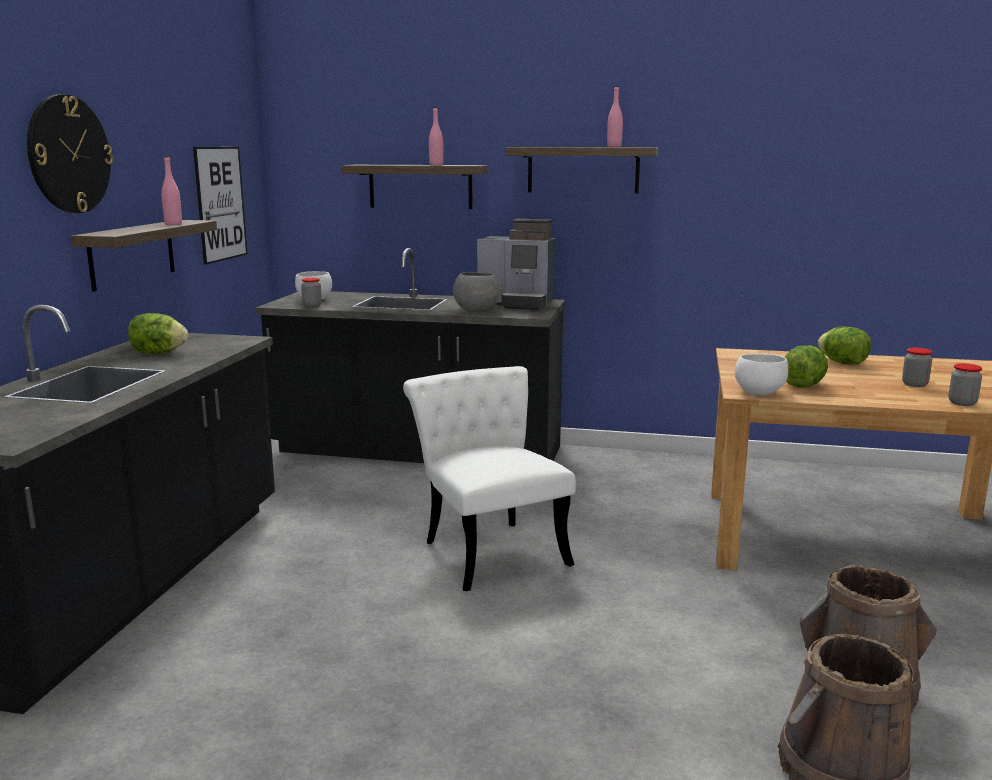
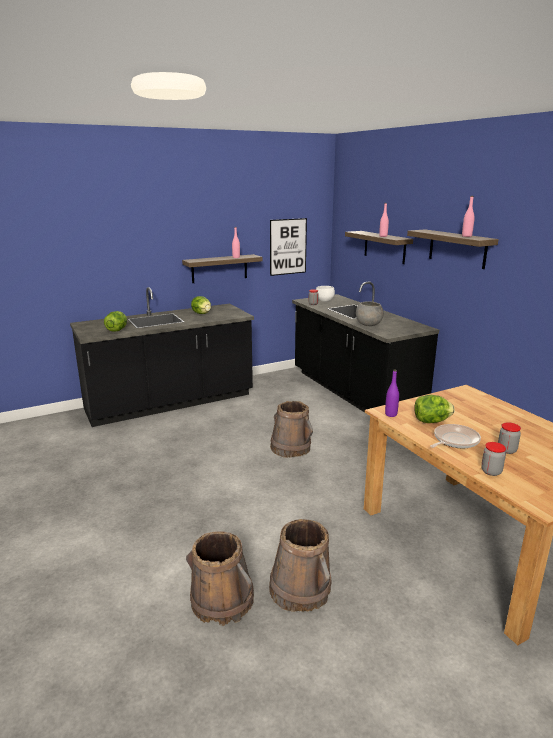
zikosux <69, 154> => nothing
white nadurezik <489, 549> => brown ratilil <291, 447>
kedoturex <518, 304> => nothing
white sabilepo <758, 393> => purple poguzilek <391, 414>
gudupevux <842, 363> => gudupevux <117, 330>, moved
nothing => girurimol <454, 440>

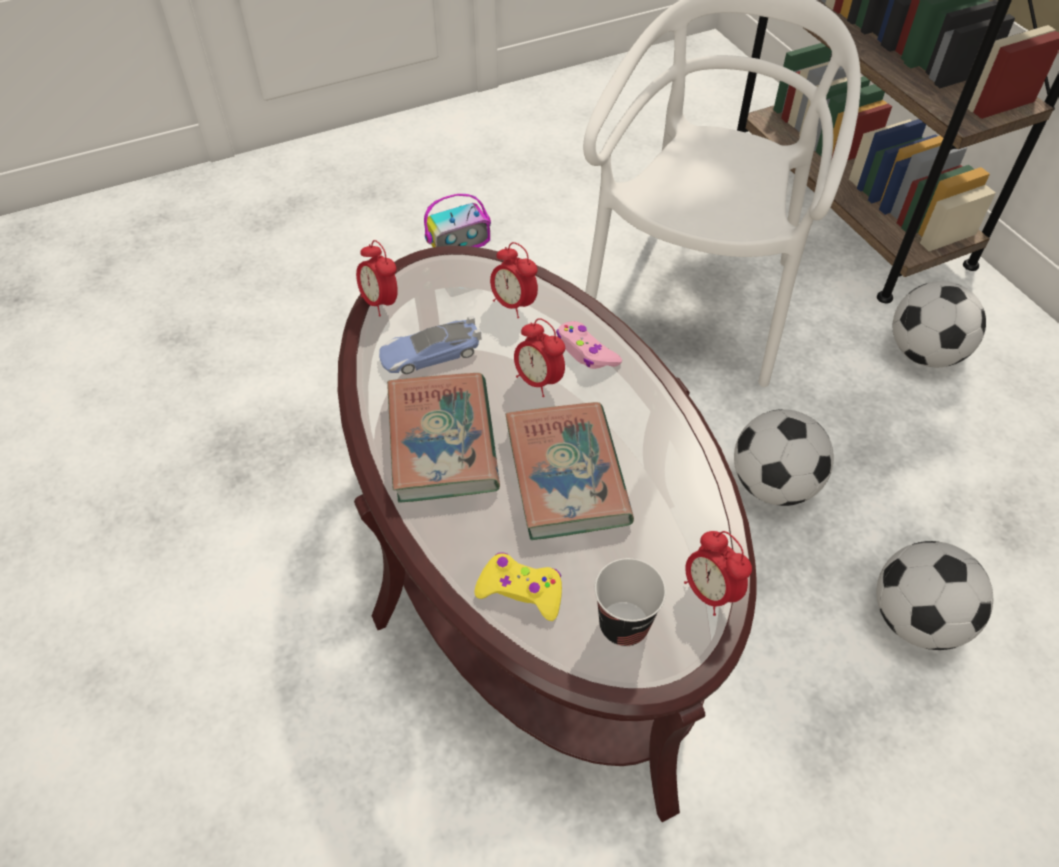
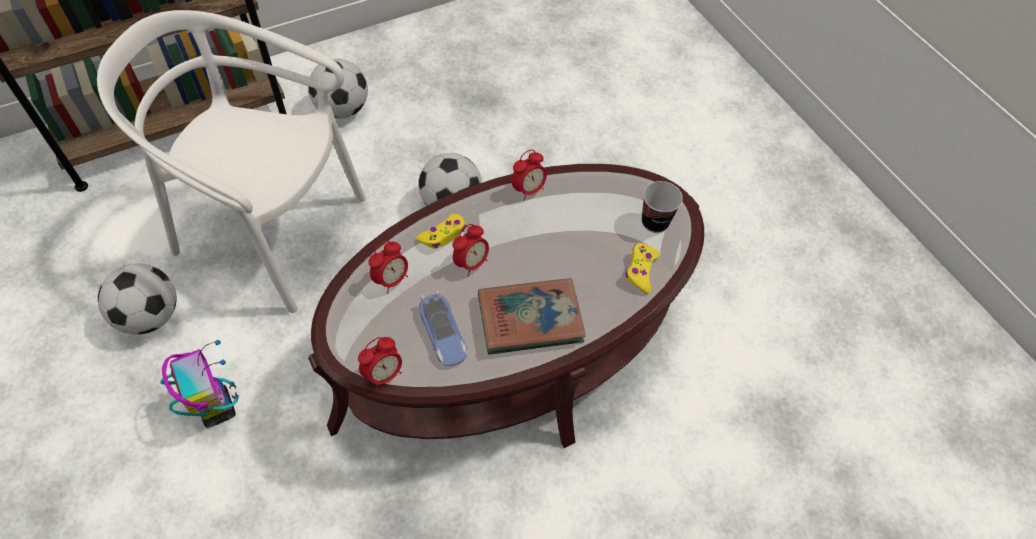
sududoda <566, 475> => nothing
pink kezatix <586, 352> => yellow kezatix <443, 235>
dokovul <710, 592> => dokovul <528, 190>, moved
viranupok <916, 620> => viranupok <150, 316>, moved

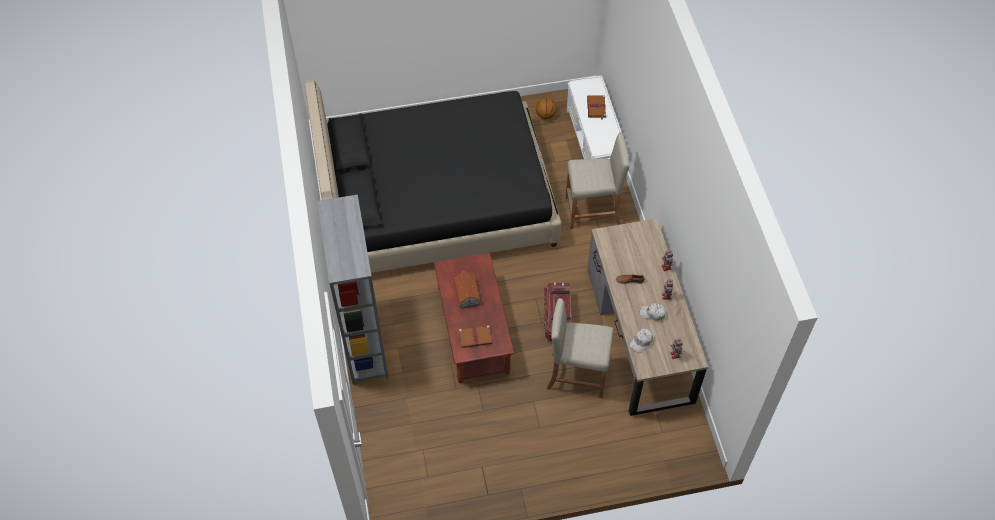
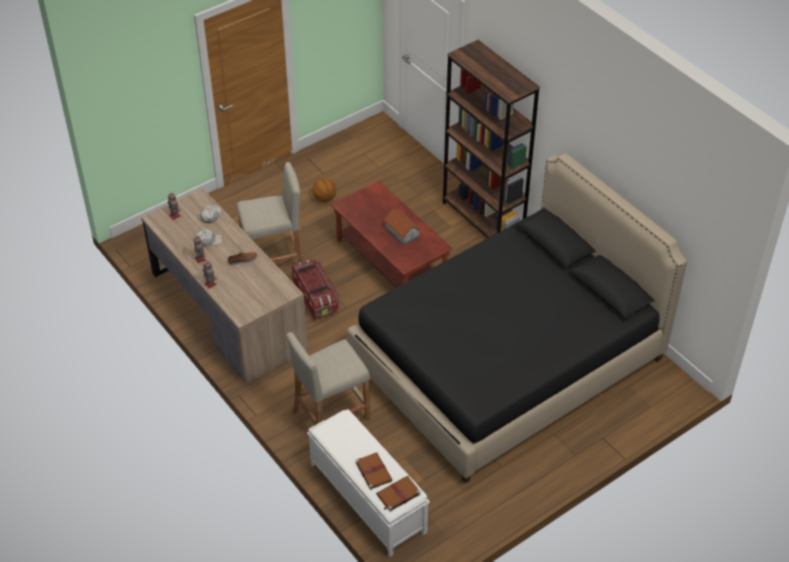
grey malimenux <364, 343> => brown malimenux <483, 219>
brown sududoda <476, 337> => brown sududoda <398, 495>, moved
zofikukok <545, 115> => zofikukok <324, 198>, moved

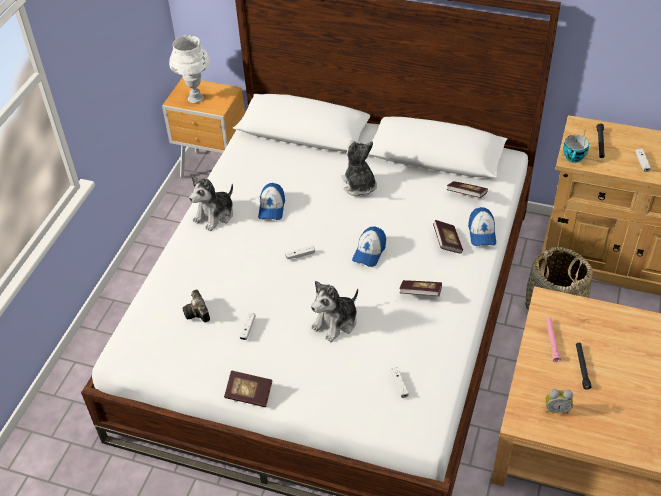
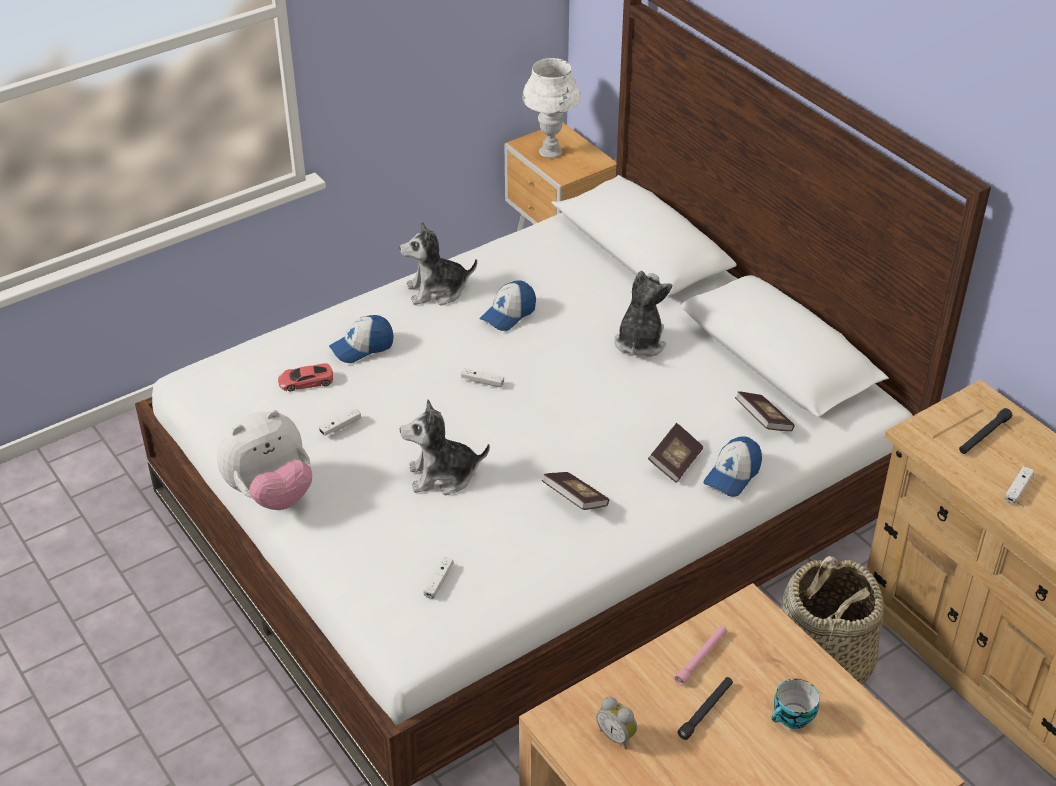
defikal <198, 313> => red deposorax <306, 381>
sududoda <249, 394> => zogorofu <271, 494>
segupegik <369, 252> => segupegik <362, 347>, moved
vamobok <574, 158> => vamobok <792, 718>, moved

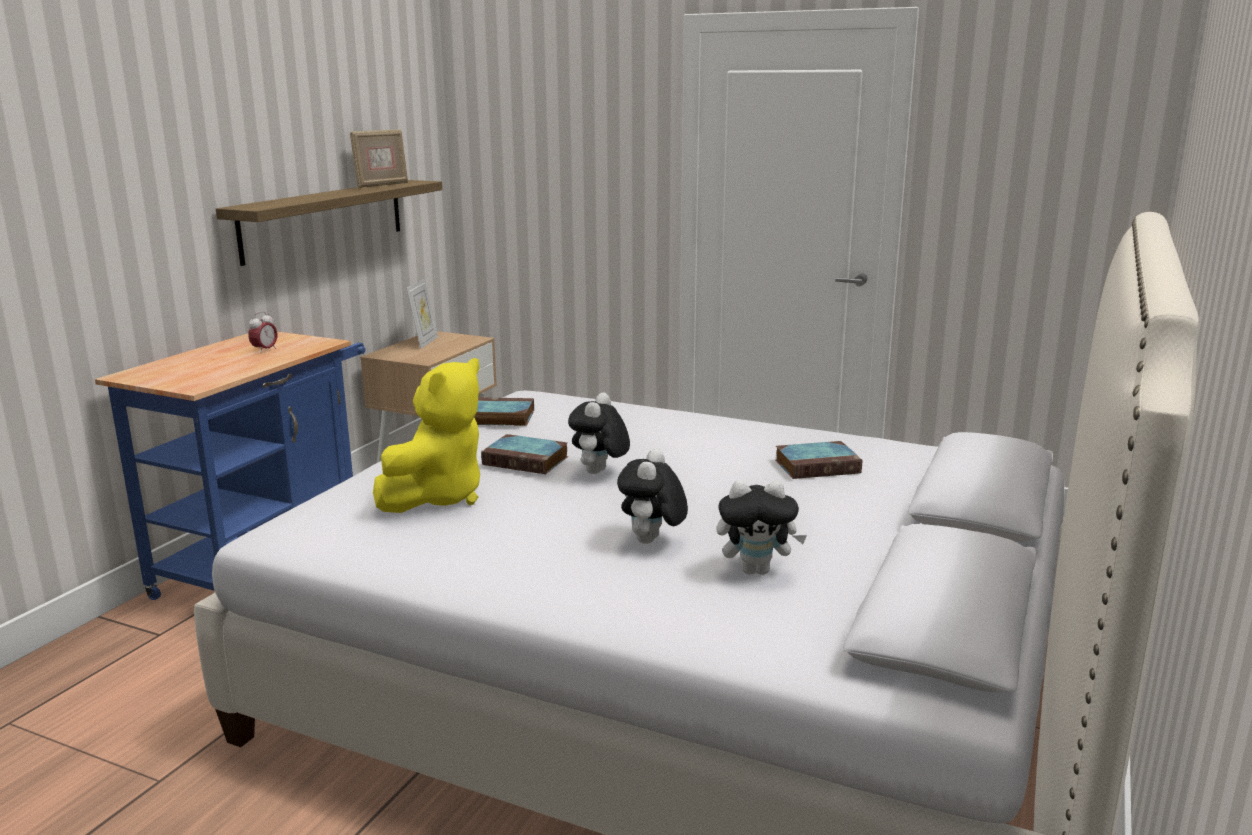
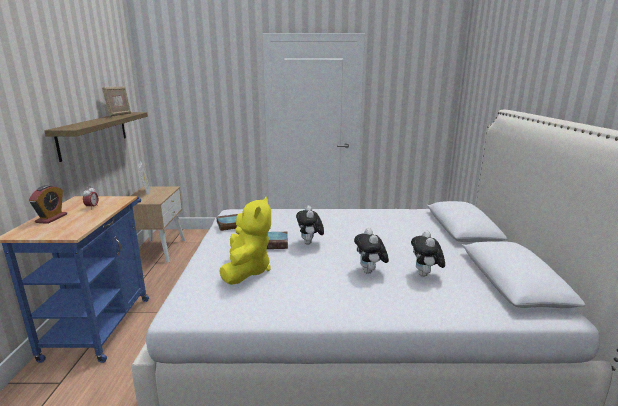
zogorofu <757, 570> => zogorofu <425, 275>, 120 degrees clockwise
sududoda <818, 466> => nothing
nothing => dokovul <51, 218>

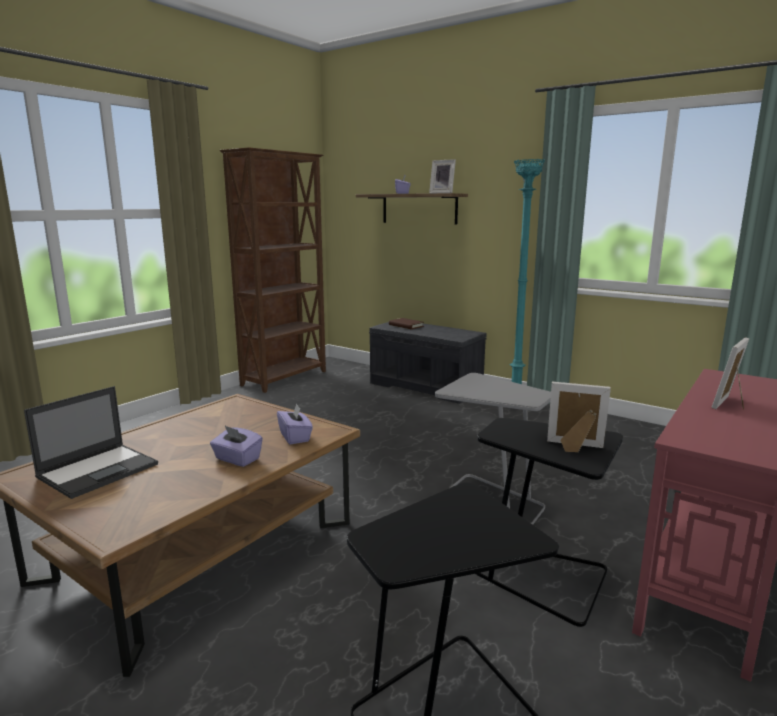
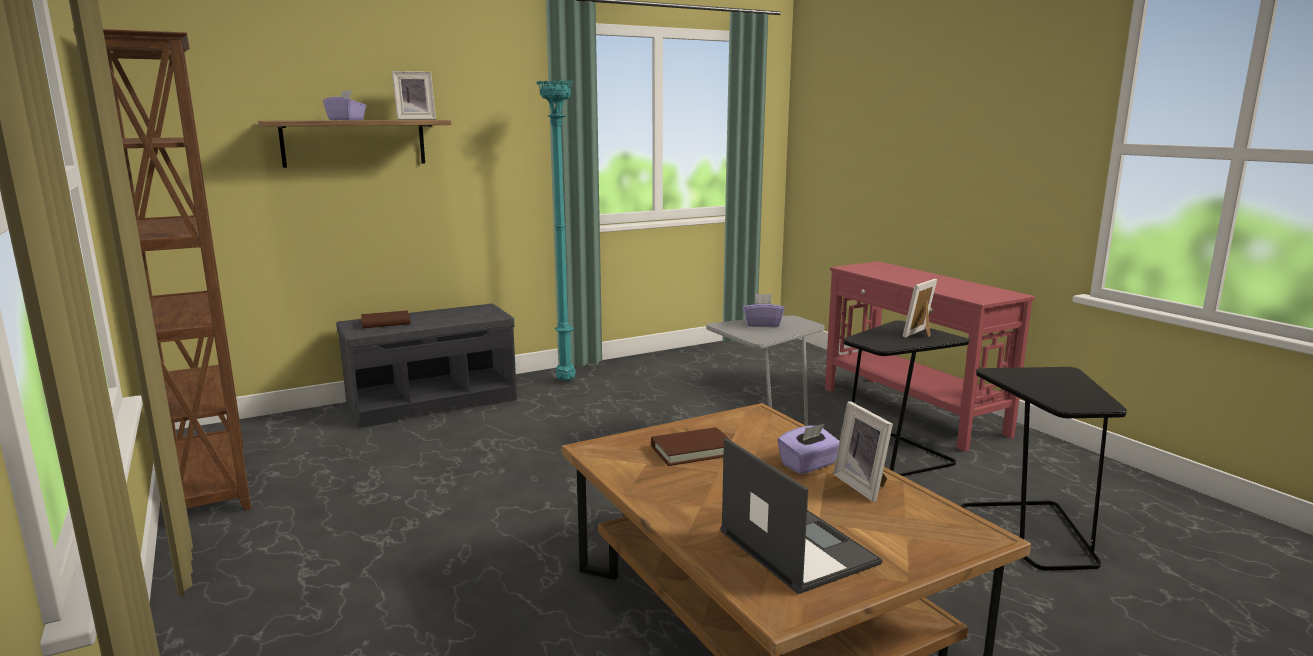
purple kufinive <295, 437> => purple kufinive <762, 324>, moved
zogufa <731, 404> => zogufa <864, 485>, moved
nothing => brown sududoda <692, 450>

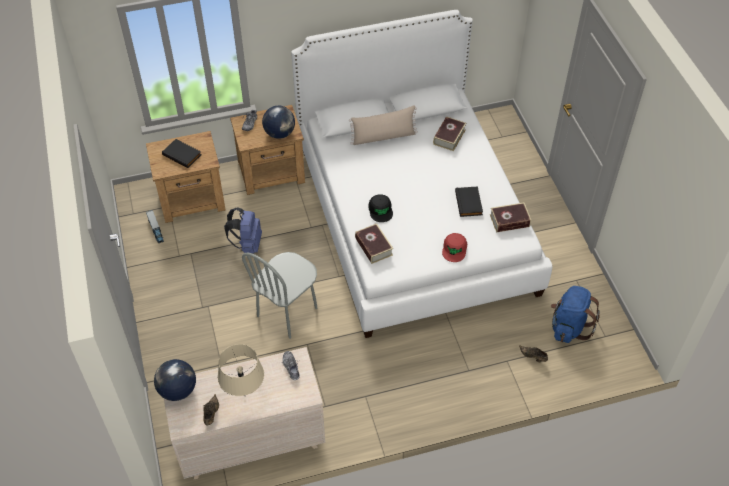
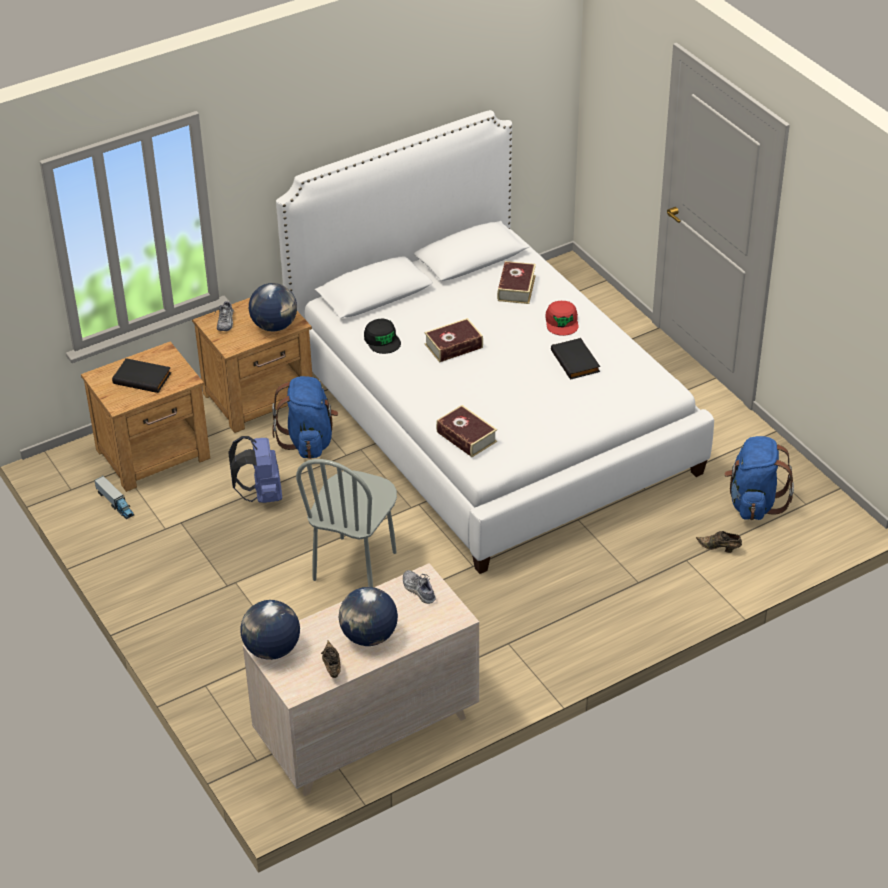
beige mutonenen <244, 396> => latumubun <369, 636>
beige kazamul <383, 137> => nothing
black segupegik <380, 210> => black segupegik <382, 340>, moved
red segupegik <454, 249> => red segupegik <562, 322>, moved
sududoda <509, 221> => sududoda <453, 346>, moved
nothing => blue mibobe <308, 441>

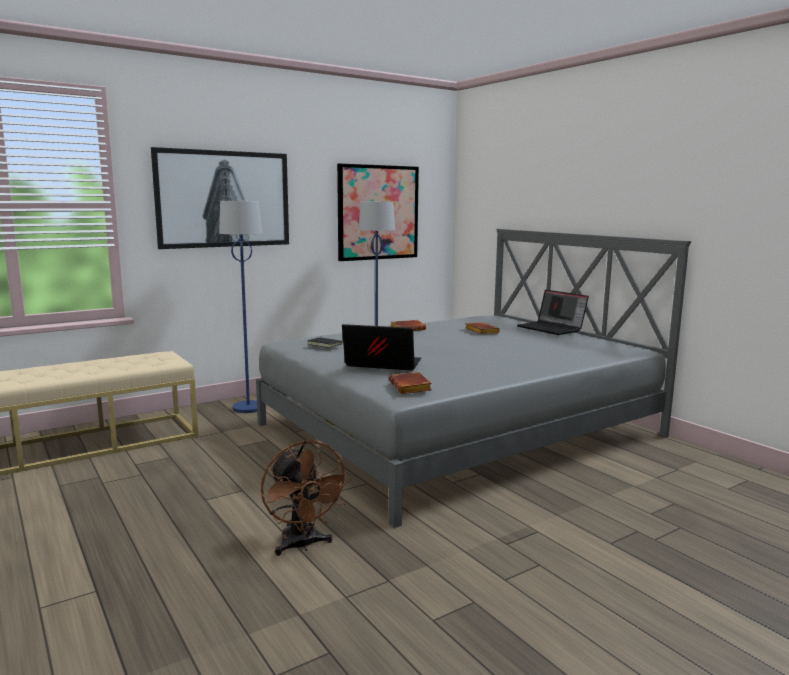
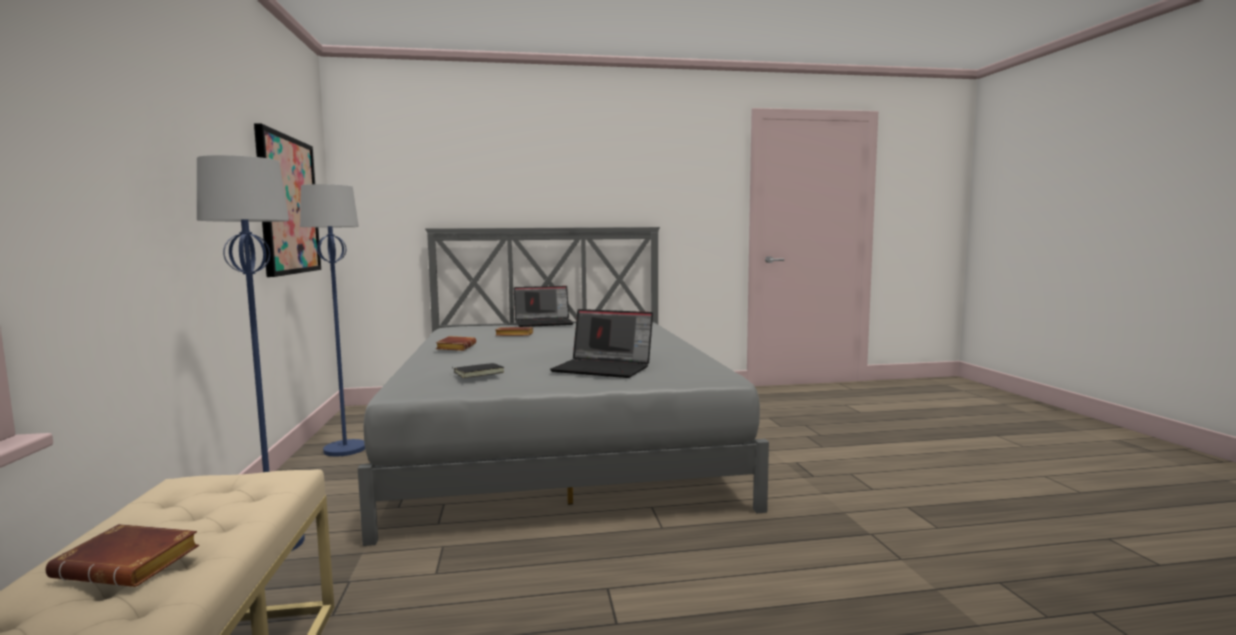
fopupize <223, 199> => nothing
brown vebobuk <302, 545> => nothing
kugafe <381, 365> => kugafe <604, 368>, 105 degrees counterclockwise
brown sududoda <411, 388> => brown sududoda <133, 564>, moved

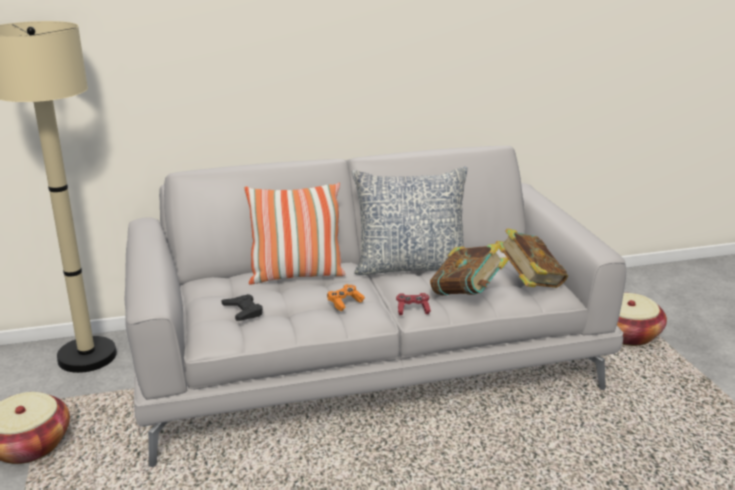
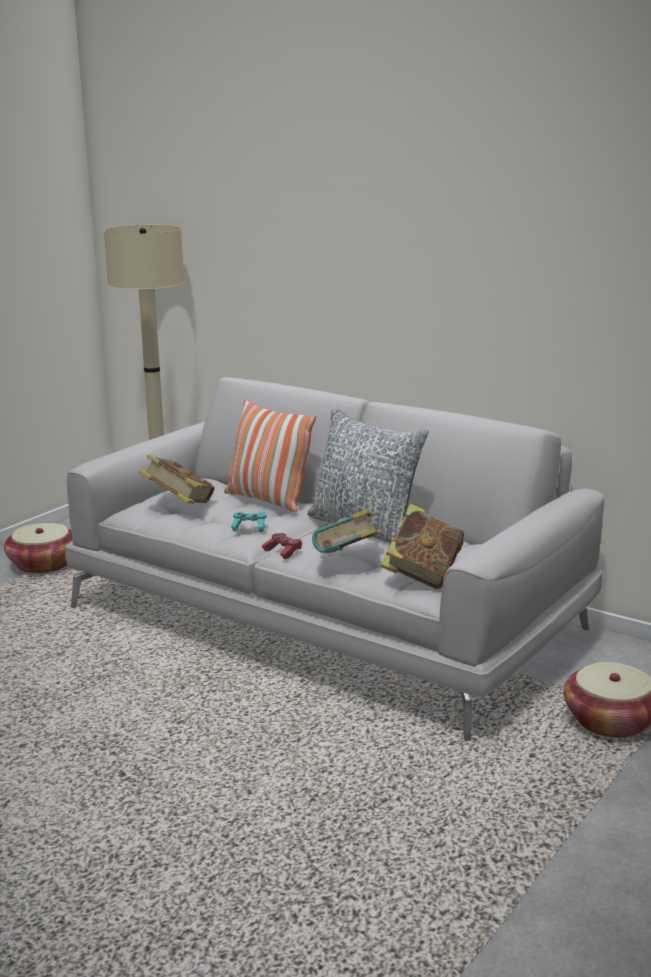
black kezatix <243, 311> => sududoda <178, 506>
orange kezatix <345, 303> => turquoise kezatix <249, 528>

